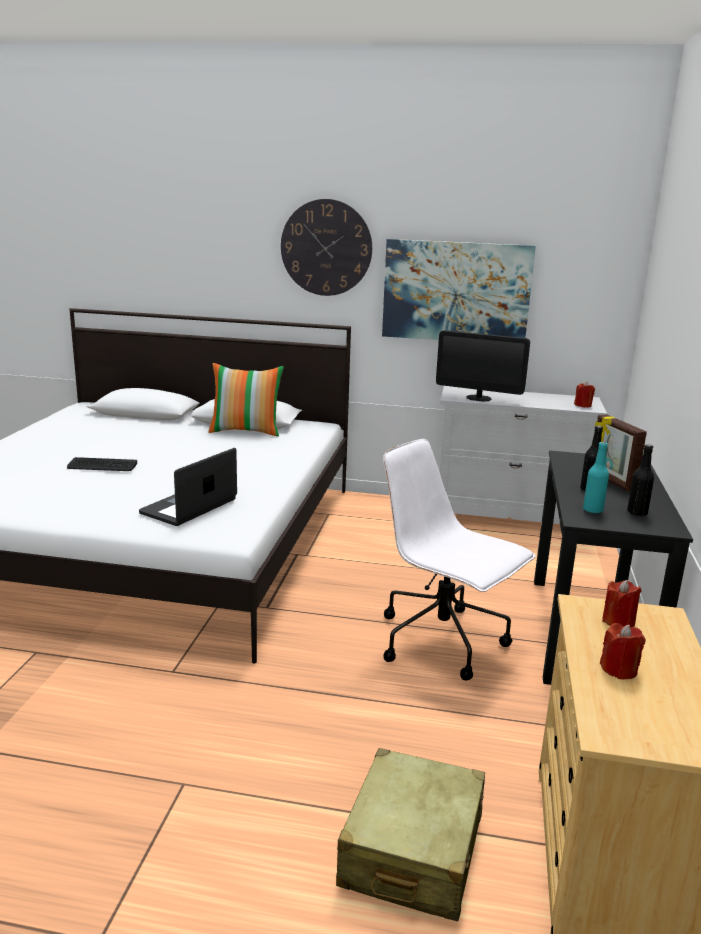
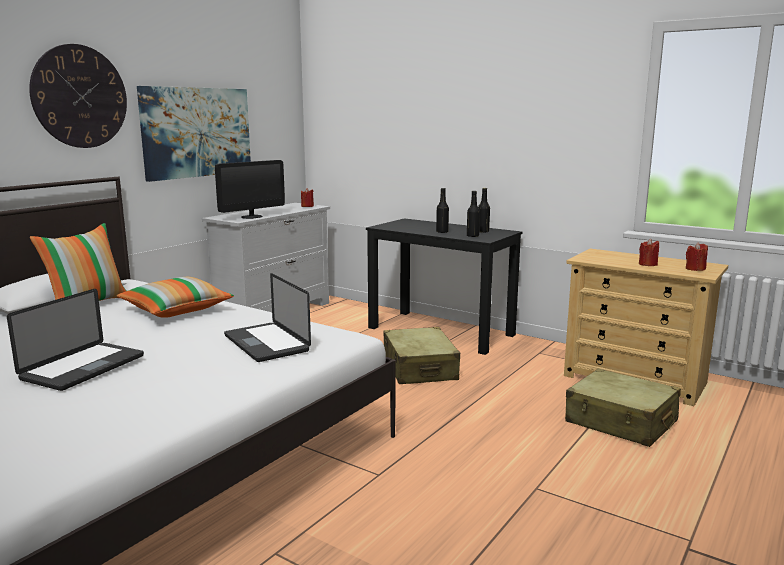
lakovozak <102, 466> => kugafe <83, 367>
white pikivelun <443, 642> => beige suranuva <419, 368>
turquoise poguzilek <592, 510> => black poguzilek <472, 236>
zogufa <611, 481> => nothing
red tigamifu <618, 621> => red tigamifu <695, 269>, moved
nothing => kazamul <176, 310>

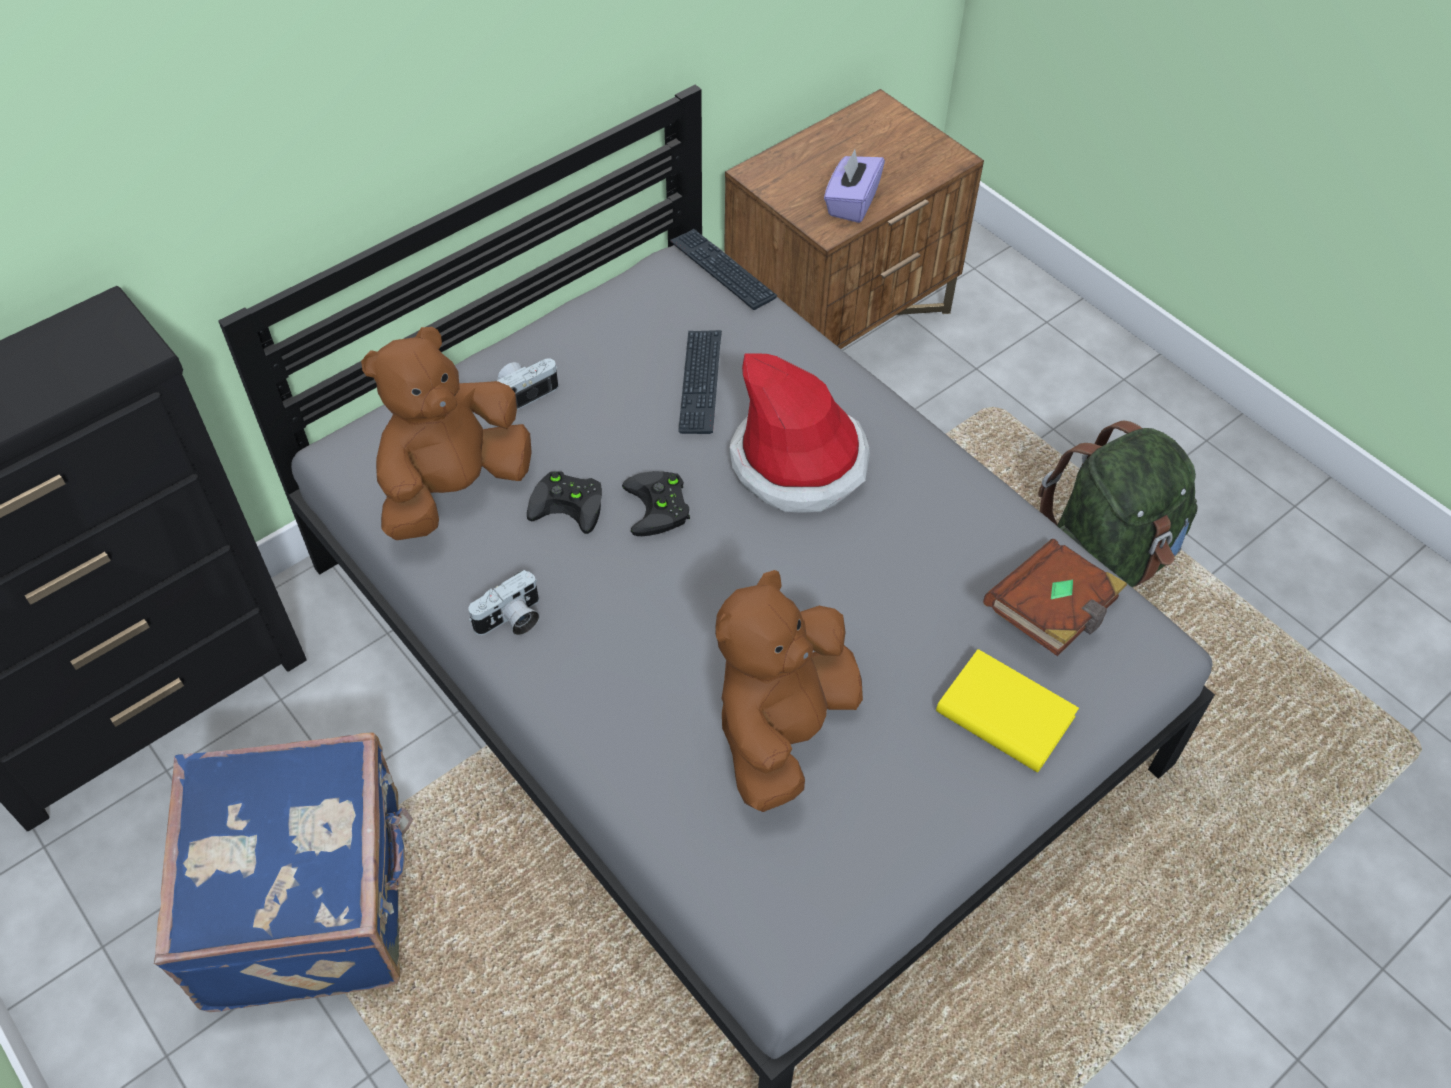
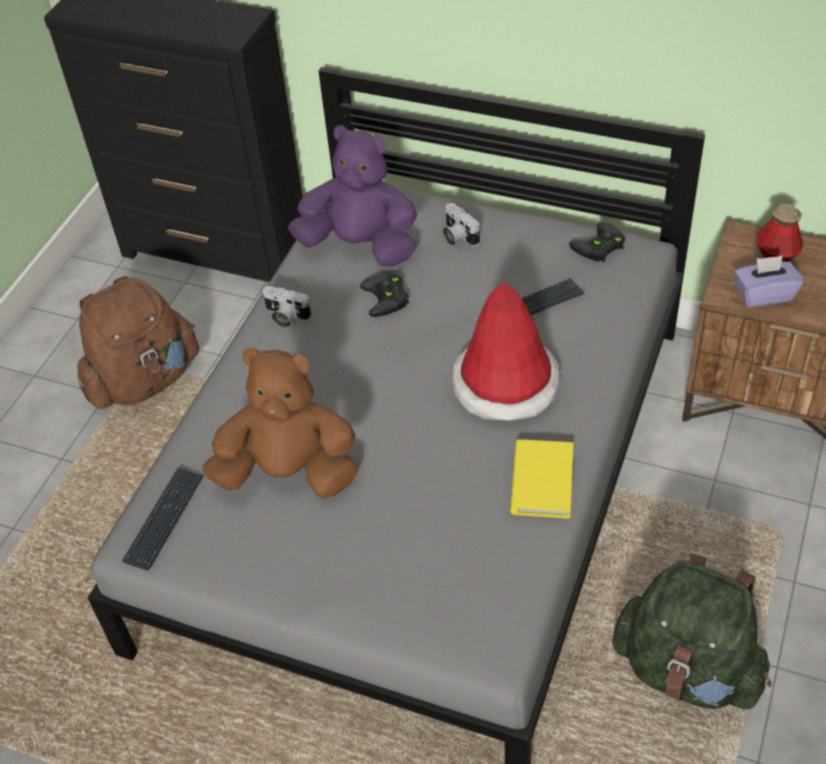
blue suranuva <311, 900> => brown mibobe <145, 380>
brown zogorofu <454, 488> => purple zogorofu <361, 246>
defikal <524, 392> => defikal <457, 236>, 150 degrees counterclockwise
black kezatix <660, 508> => black kezatix <599, 247>, moved
lakovozak <722, 270> => lakovozak <164, 519>, moved
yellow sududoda <1004, 715> => yellow sududoda <542, 482>, moved
brown sududoda <1052, 612> => nothing
nothing => poguzilek <776, 255>

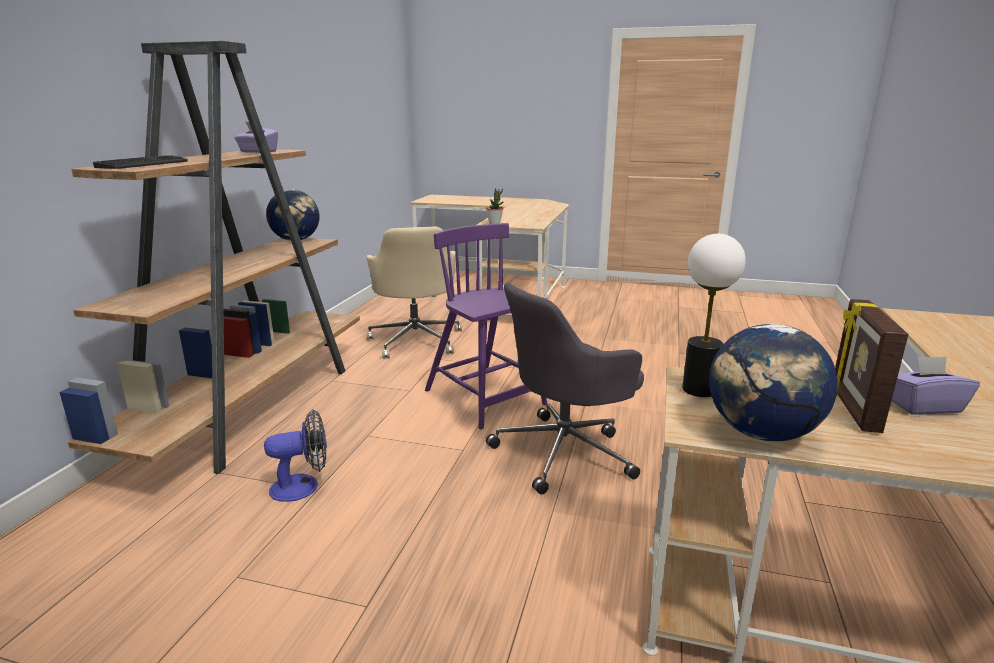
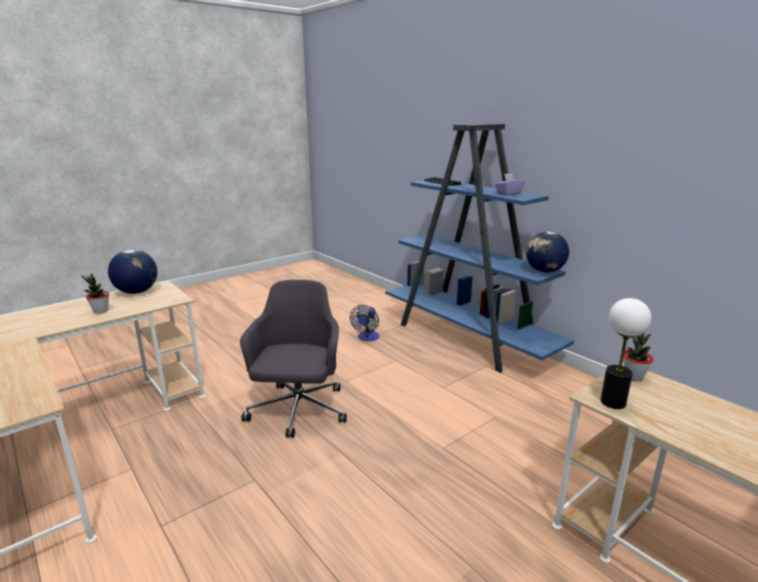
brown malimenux <253, 406> => blue malimenux <467, 339>
beige pikivelun <416, 340> => nothing
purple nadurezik <485, 398> => nothing
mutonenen <699, 389> => mutonenen <613, 402>, moved
zogufa <852, 409> => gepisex <100, 311>
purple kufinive <923, 406> => nothing

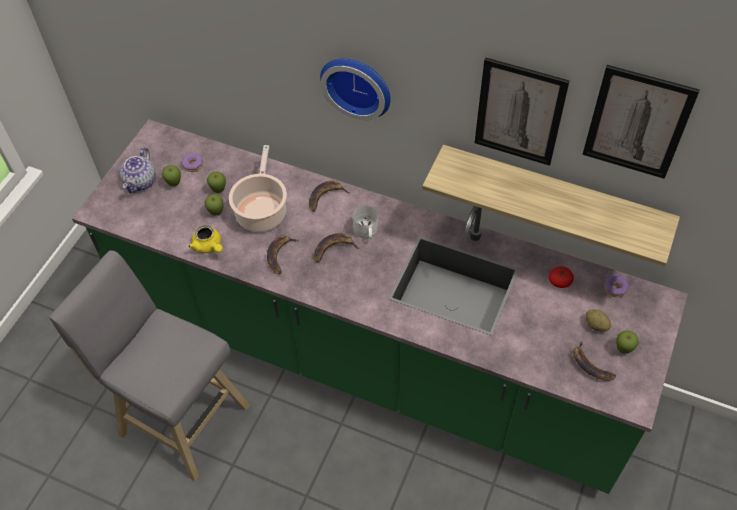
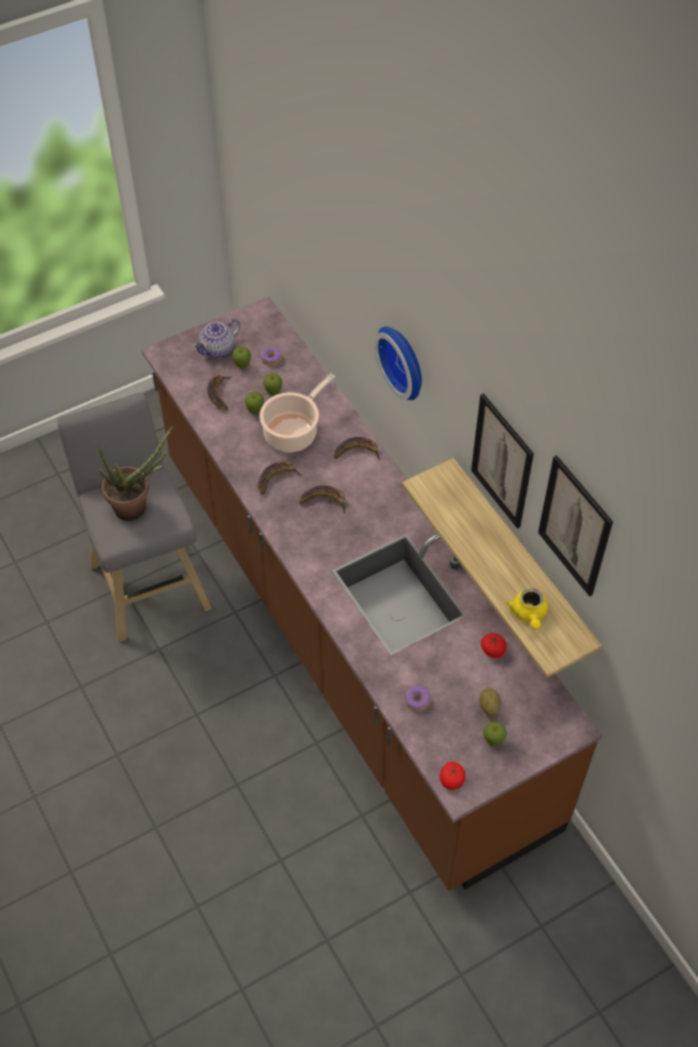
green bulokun <371, 357> => brown bulokun <349, 636>
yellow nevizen <209, 246> => yellow nevizen <528, 614>, moved
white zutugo <366, 232> => nothing
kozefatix <590, 365> => kozefatix <219, 394>, moved
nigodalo <615, 289> => nigodalo <417, 701>, moved
nothing => gepisex <137, 507>
nothing => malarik <452, 780>

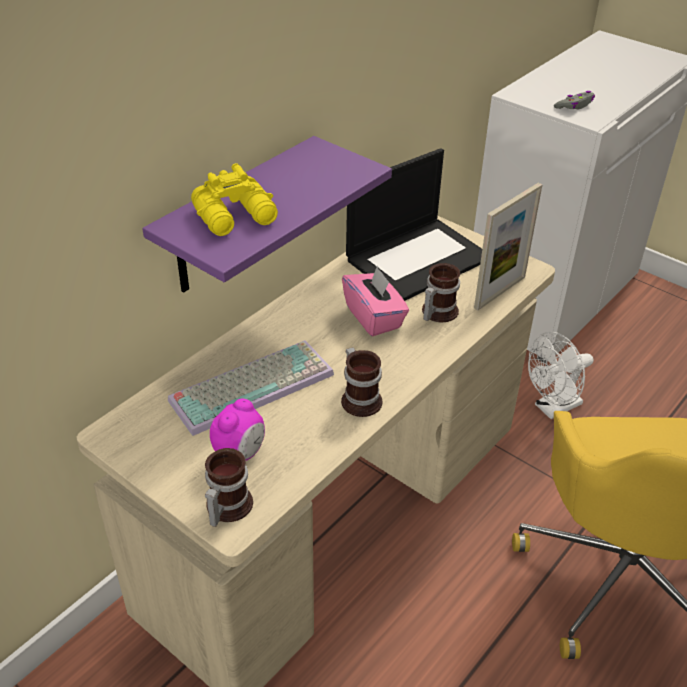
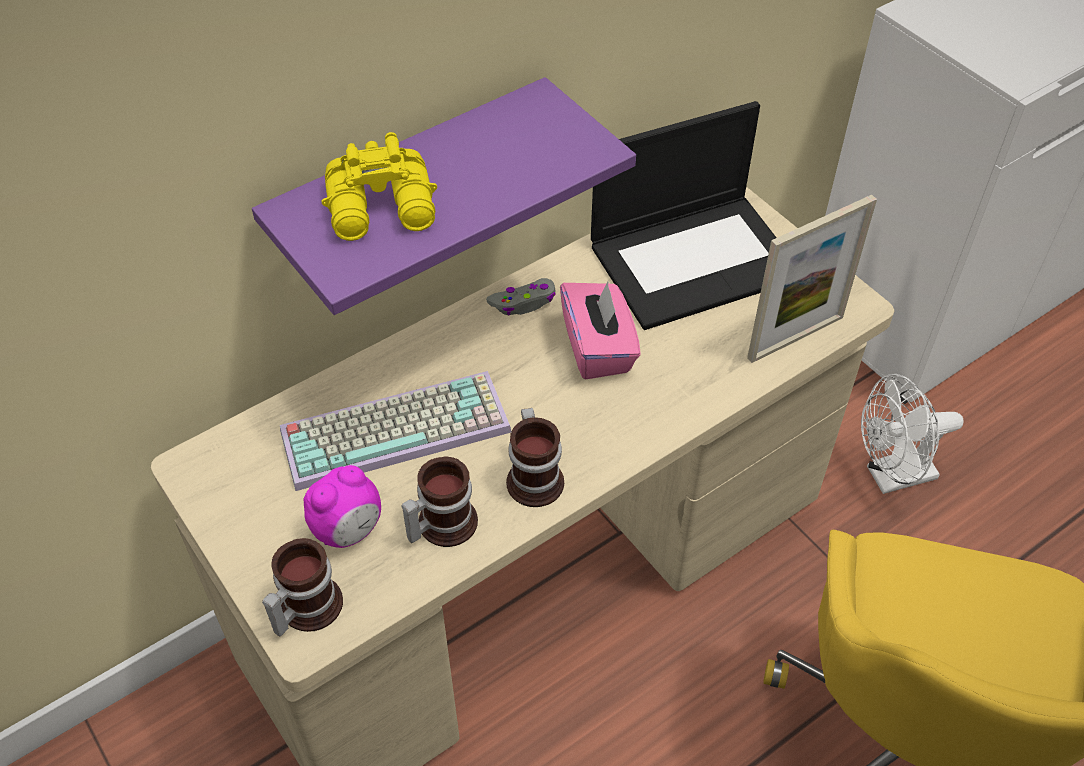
zutugo <436, 312> => zutugo <441, 523>, moved
grey kezatix <574, 106> => grey kezatix <524, 302>, moved

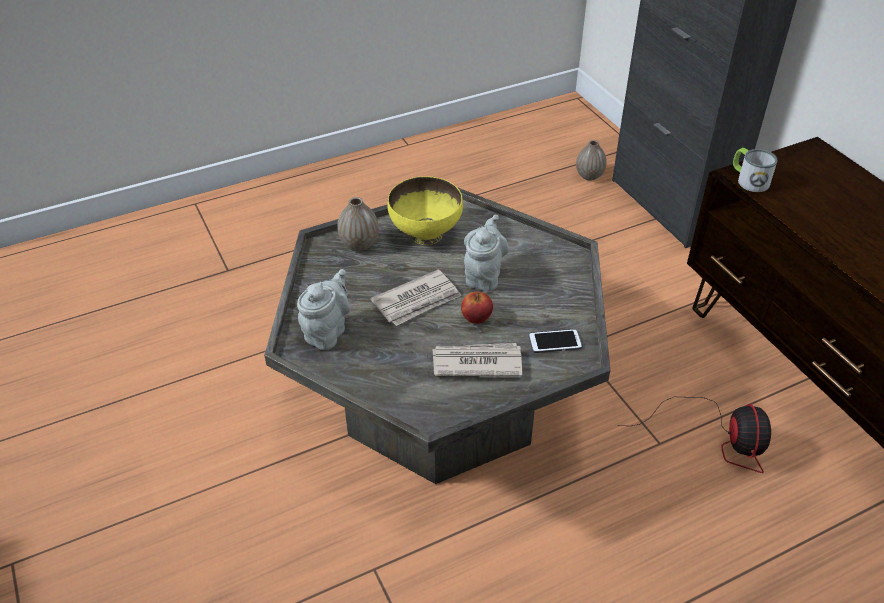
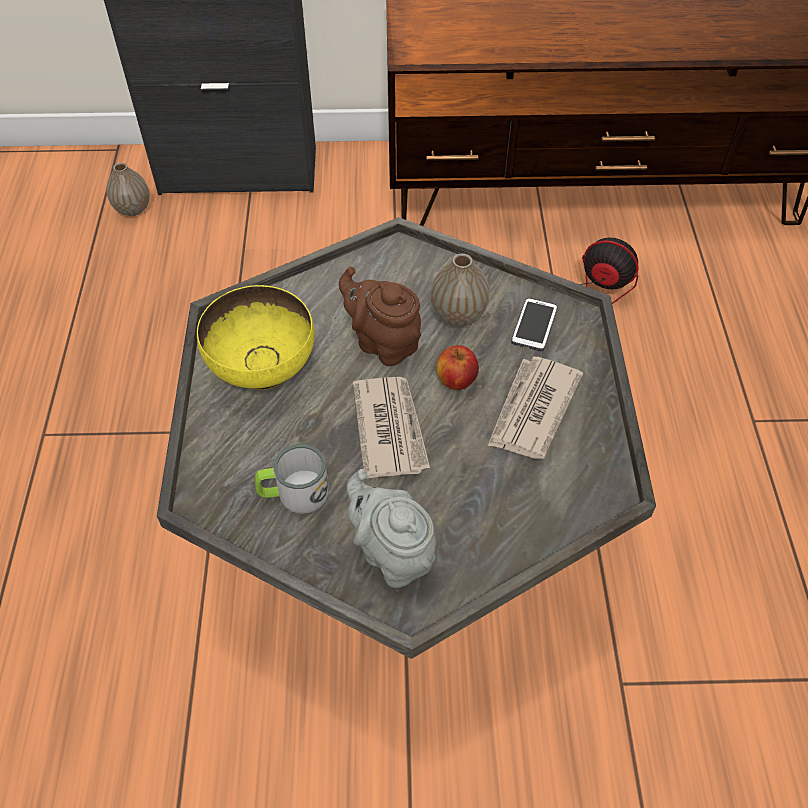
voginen <359, 244> => voginen <458, 315>, moved
grey nevizen <484, 275> => brown nevizen <383, 343>
zutugo <748, 180> => zutugo <294, 493>, moved

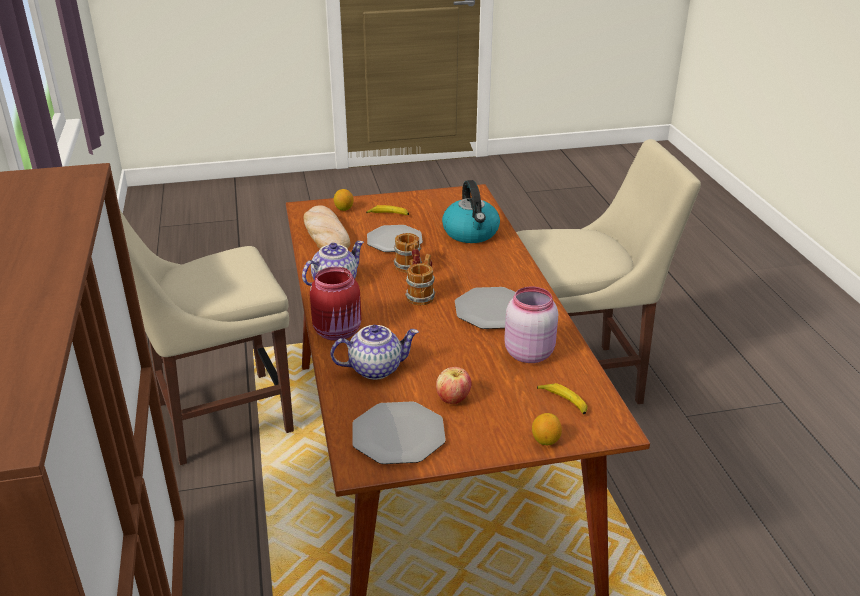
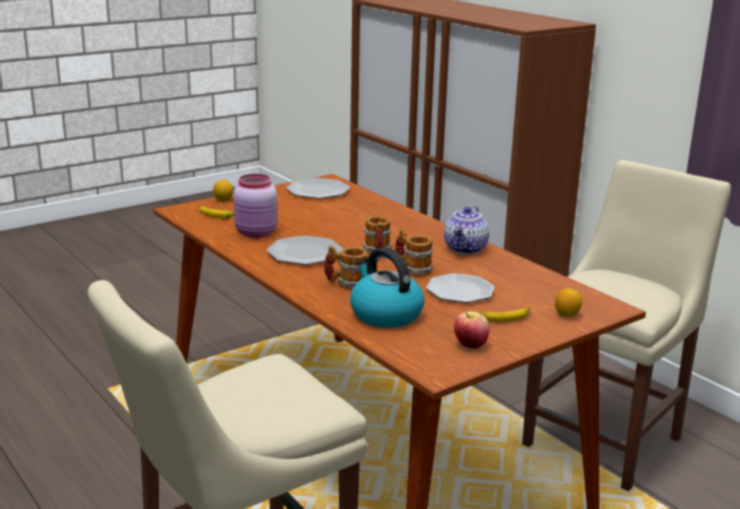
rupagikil <325, 234> => nothing
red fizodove <339, 332> => nothing
nevizen <376, 368> => nothing
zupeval <453, 399> => zupeval <470, 345>, moved
nothing => zutugo <346, 284>

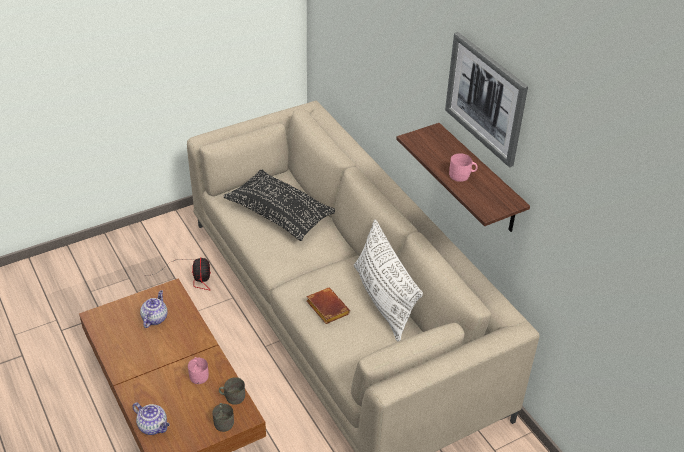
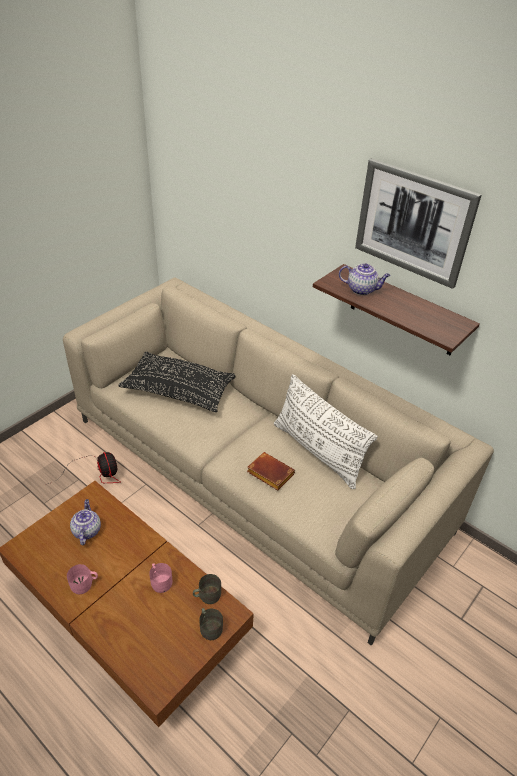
nevizen <153, 426> => nevizen <362, 290>, moved
pink zutugo <462, 176> => pink zutugo <84, 584>, moved

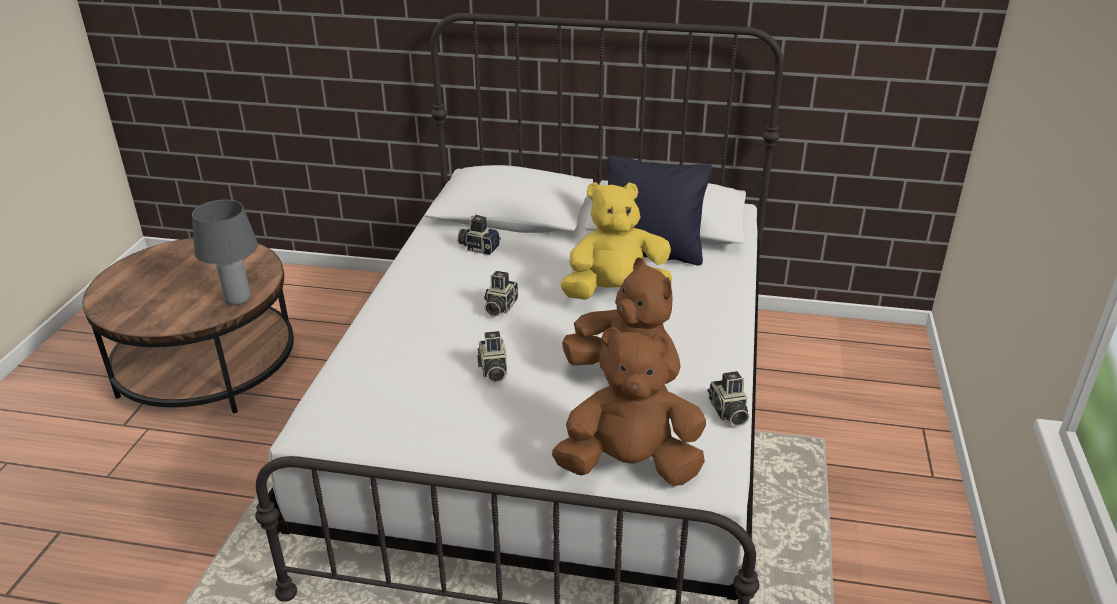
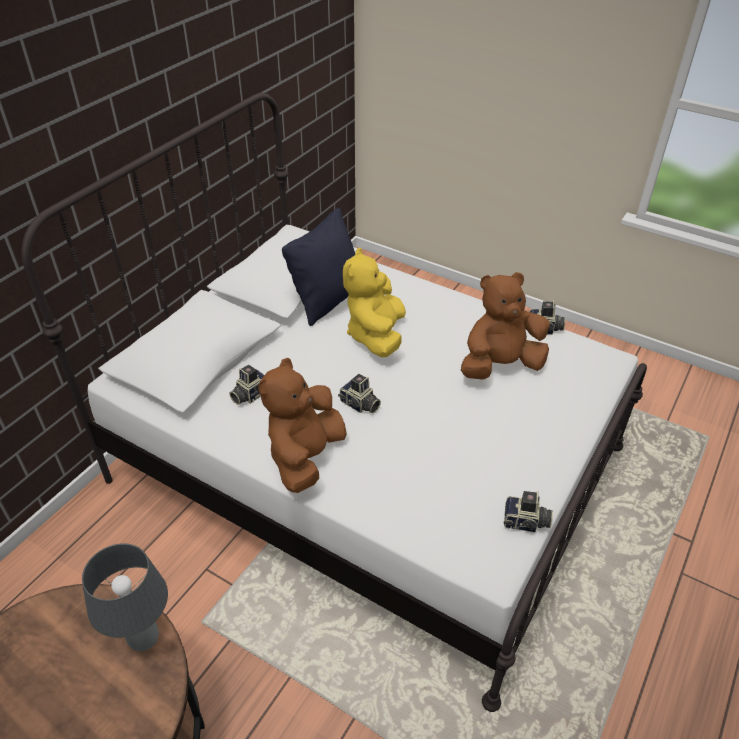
defikal <493, 370> => defikal <526, 523>, moved
brown zogorofu <630, 466> => brown zogorofu <305, 457>, moved

